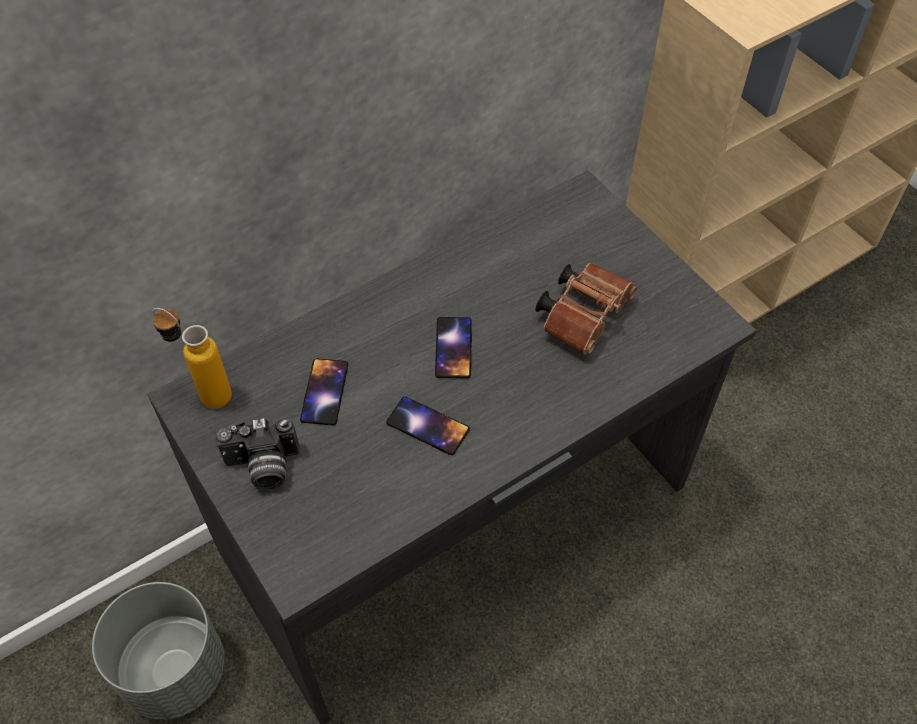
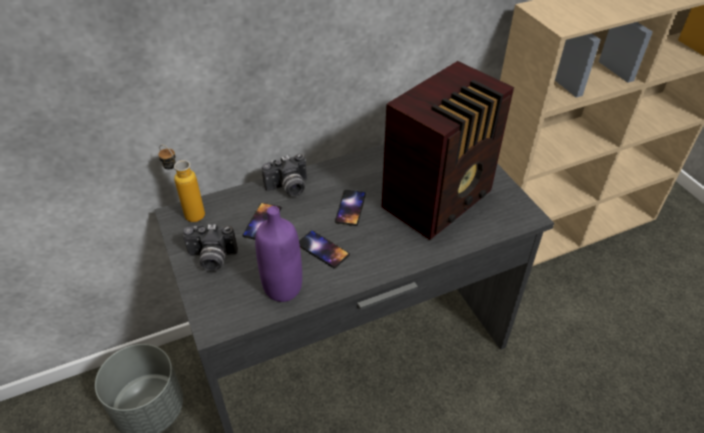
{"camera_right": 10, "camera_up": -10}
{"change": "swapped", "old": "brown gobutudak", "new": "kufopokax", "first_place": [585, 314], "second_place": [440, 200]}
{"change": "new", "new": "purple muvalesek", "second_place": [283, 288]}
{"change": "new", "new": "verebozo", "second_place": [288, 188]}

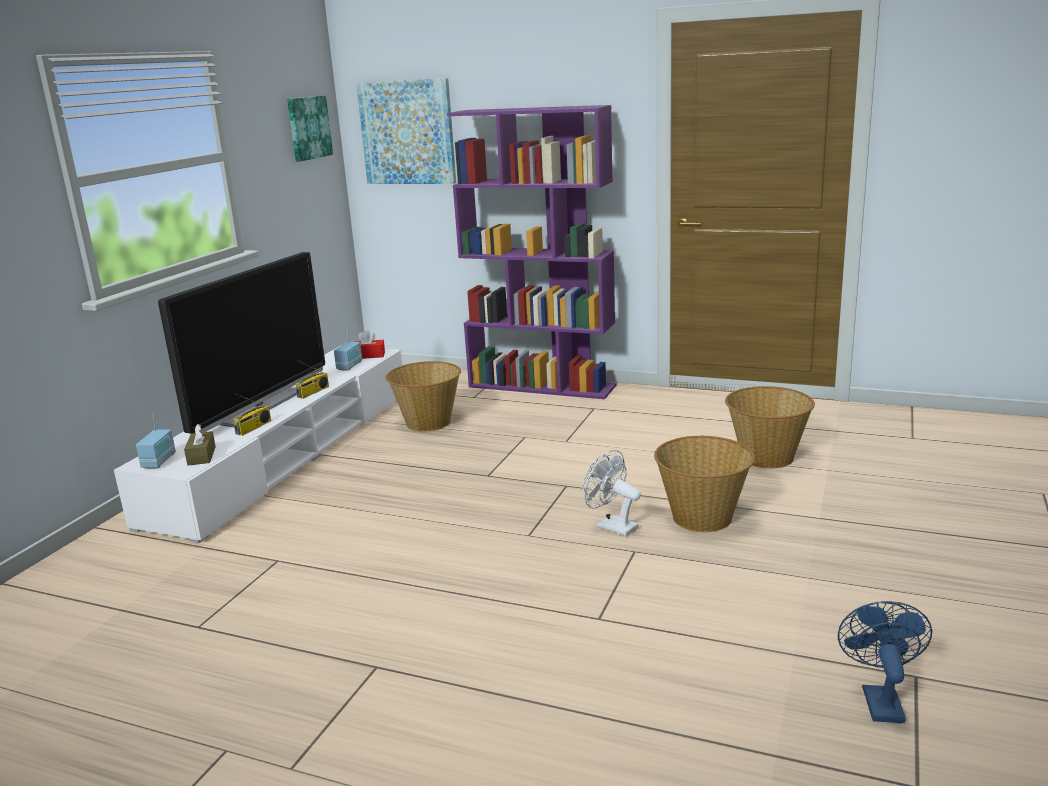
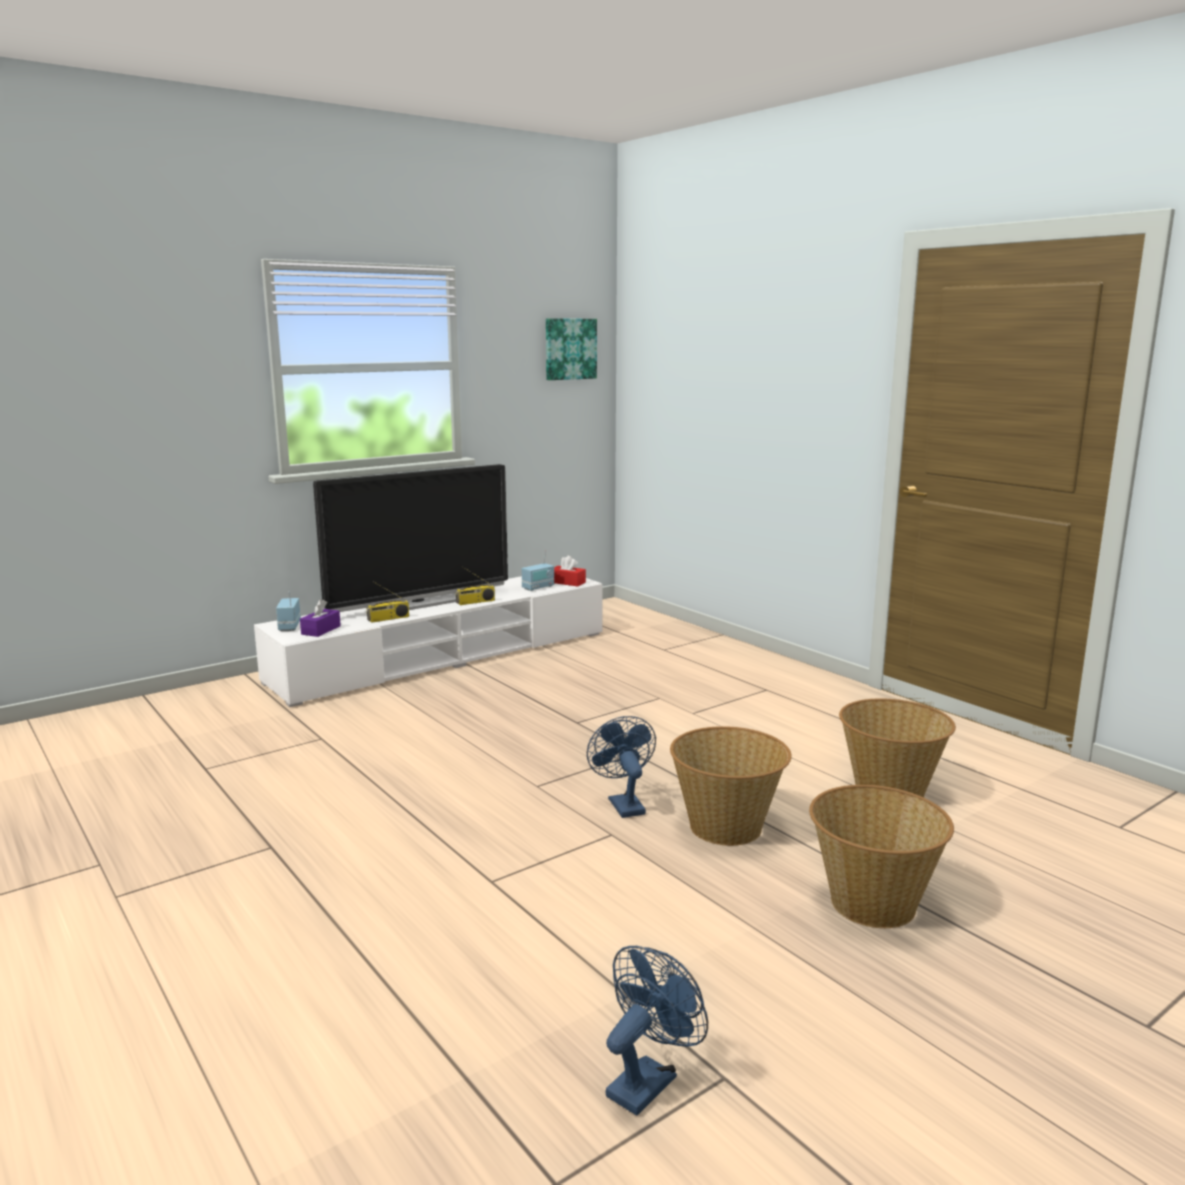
{"camera_right": 30, "camera_up": -5}
{"change": "rotated", "old": "kufopokax", "first_place": [159, 461], "second_place": [289, 626], "degrees": 135}
{"change": "repainted", "old": "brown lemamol", "new": "purple lemamol", "first_place": [201, 456], "second_place": [321, 630]}
{"change": "gone", "old": "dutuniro", "first_place": [407, 132]}
{"change": "shifted", "old": "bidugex", "first_place": [428, 422], "second_place": [872, 902]}
{"change": "gone", "old": "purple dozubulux", "first_place": [542, 386]}
{"change": "repainted", "old": "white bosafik", "new": "blue bosafik", "first_place": [611, 526], "second_place": [623, 804]}

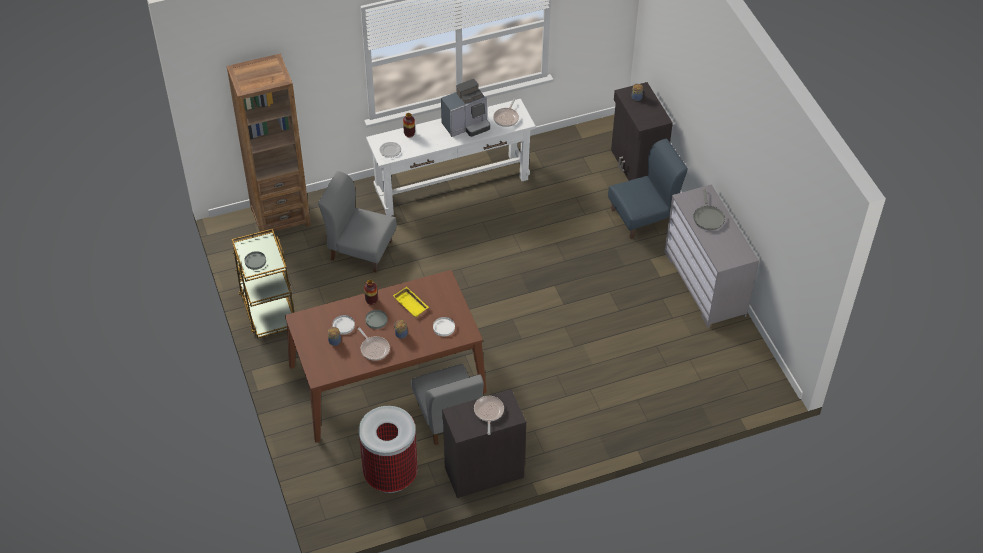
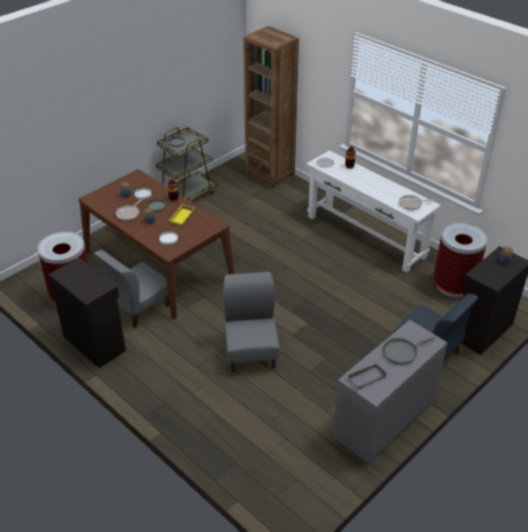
{"camera_right": 65, "camera_up": -10}
{"change": "shifted", "old": "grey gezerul", "first_place": [360, 250], "second_place": [251, 352]}
{"change": "gone", "old": "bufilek", "first_place": [466, 125]}
{"change": "gone", "old": "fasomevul", "first_place": [488, 412]}
{"change": "new", "new": "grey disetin", "second_place": [366, 377]}
{"change": "new", "new": "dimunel", "second_place": [453, 286]}

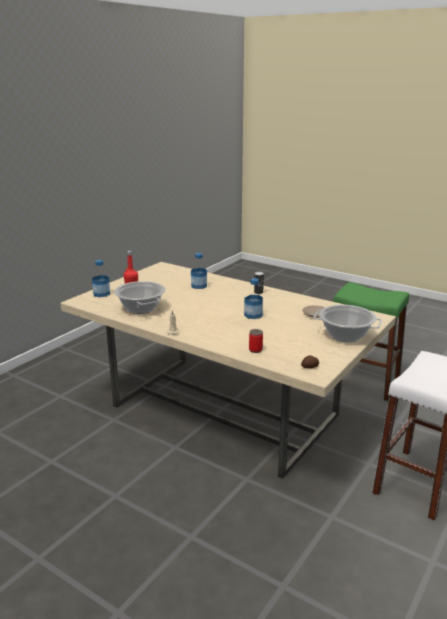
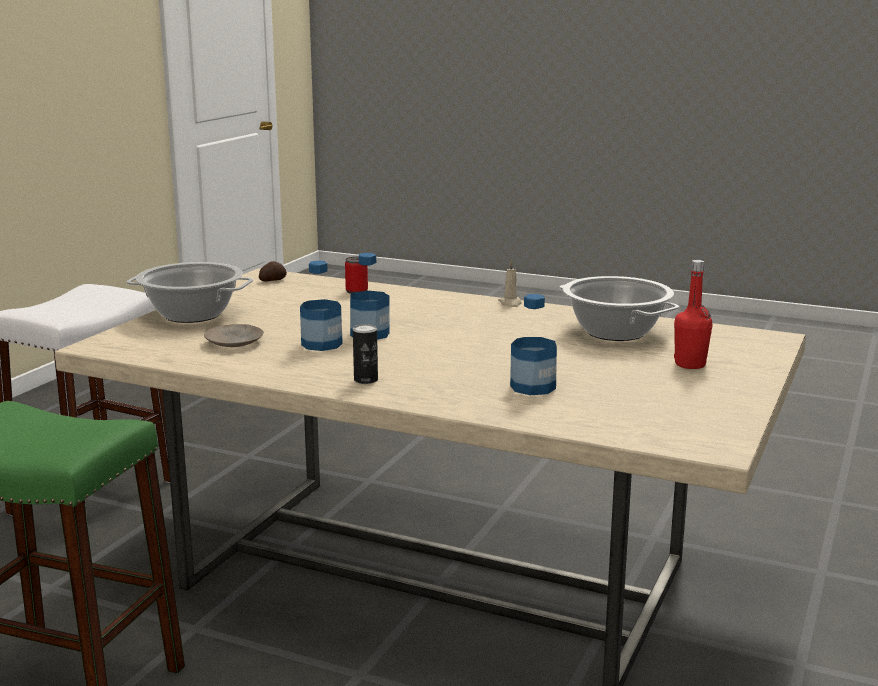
{"camera_right": 170, "camera_up": -5}
{"change": "shifted", "old": "muvalesek", "first_place": [101, 294], "second_place": [321, 344]}

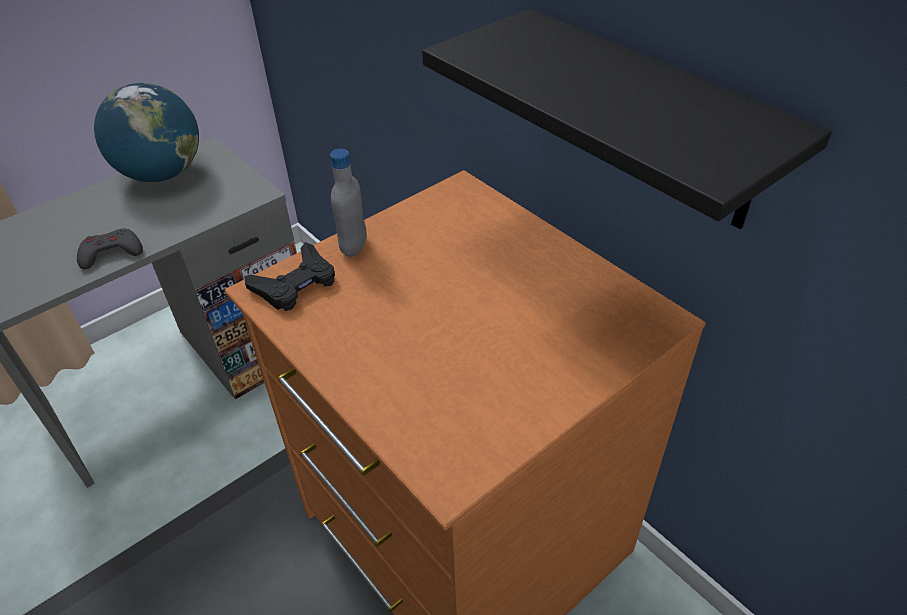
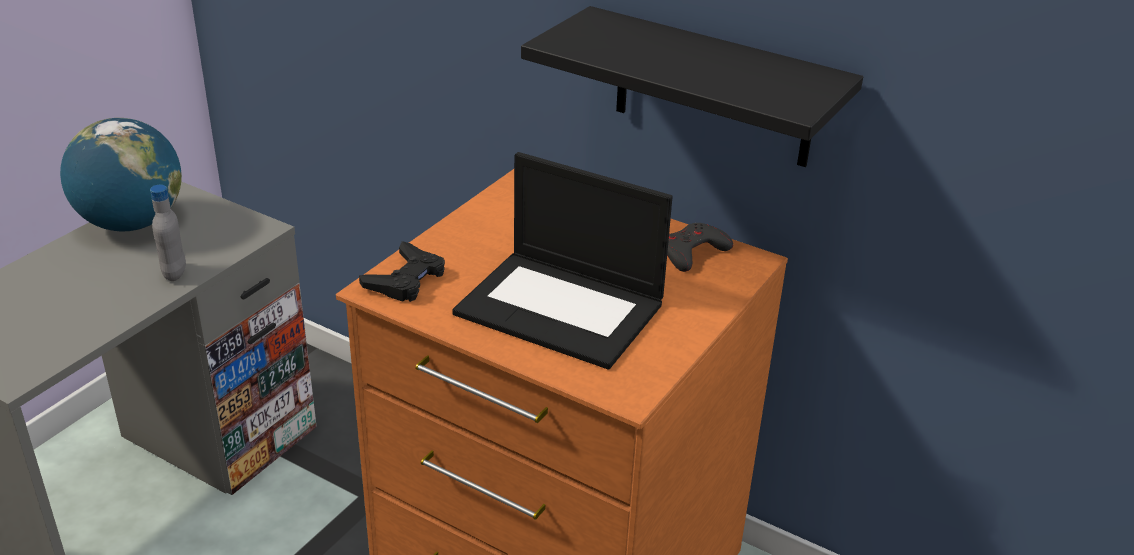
{"camera_right": -20, "camera_up": -10}
{"change": "shifted", "old": "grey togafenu", "first_place": [111, 253], "second_place": [692, 252]}
{"change": "shifted", "old": "grey muvalesek", "first_place": [354, 246], "second_place": [174, 273]}
{"change": "new", "new": "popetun", "second_place": [562, 308]}

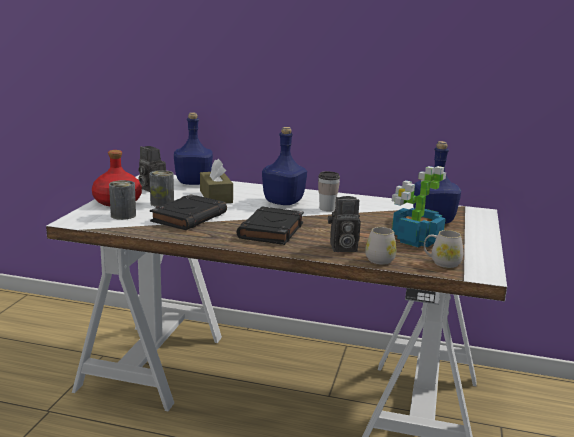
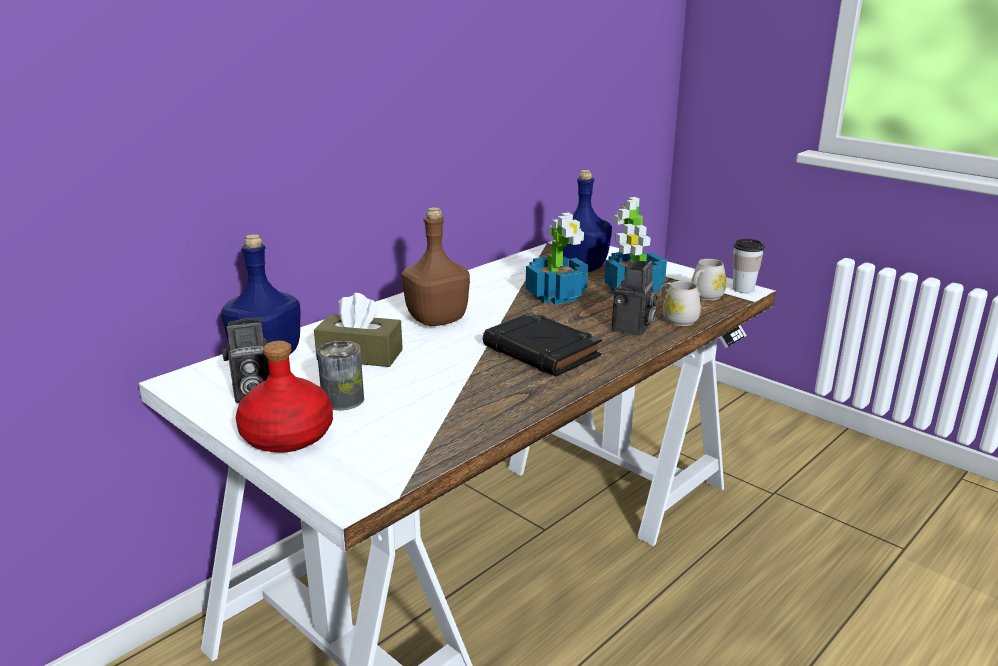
{"camera_right": -60, "camera_up": 5}
{"change": "gone", "old": "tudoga", "first_place": [123, 215]}
{"change": "gone", "old": "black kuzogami", "first_place": [189, 217]}
{"change": "repainted", "old": "blue muvalesek", "new": "brown muvalesek", "first_place": [283, 202], "second_place": [437, 320]}
{"change": "shifted", "old": "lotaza", "first_place": [327, 208], "second_place": [743, 289]}
{"change": "new", "new": "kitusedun", "second_place": [556, 295]}

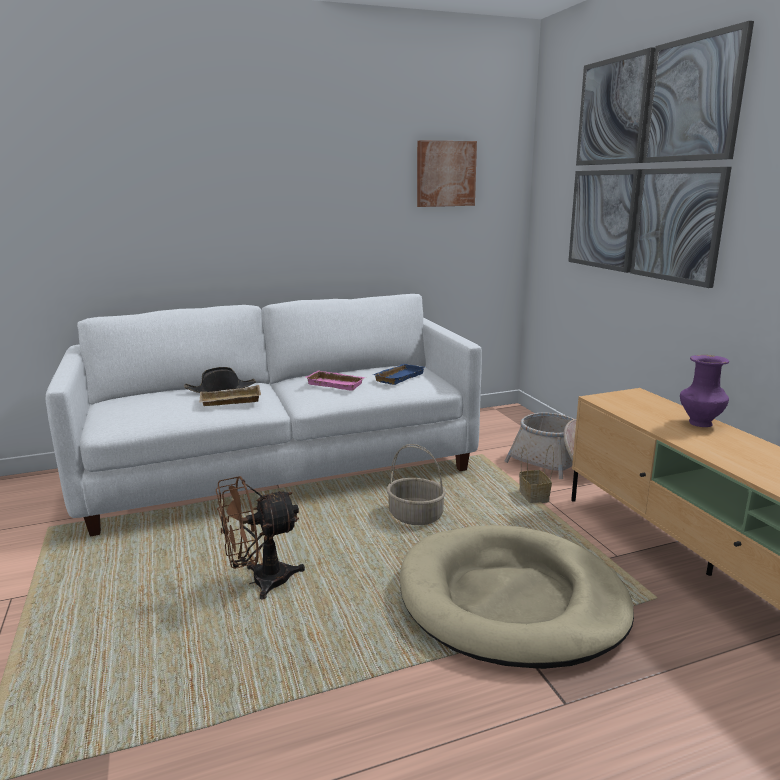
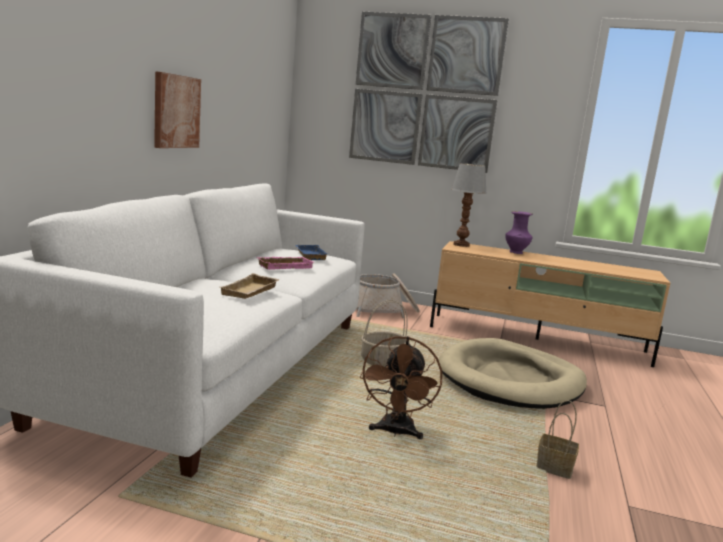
{"camera_right": -55, "camera_up": -5}
{"change": "gone", "old": "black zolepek", "first_place": [221, 388]}
{"change": "shifted", "old": "dutuniro", "first_place": [445, 174], "second_place": [176, 111]}
{"change": "shifted", "old": "bidugex", "first_place": [535, 497], "second_place": [556, 467]}
{"change": "new", "new": "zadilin", "second_place": [462, 245]}

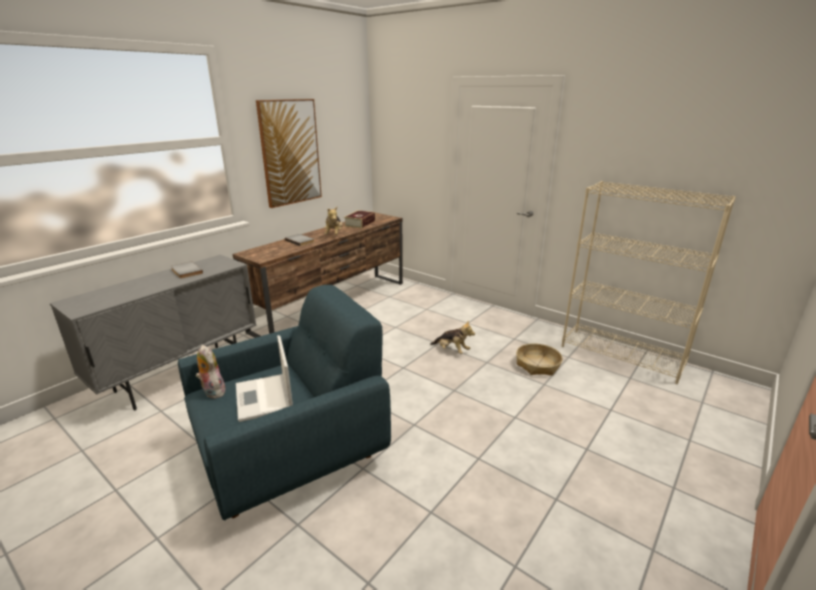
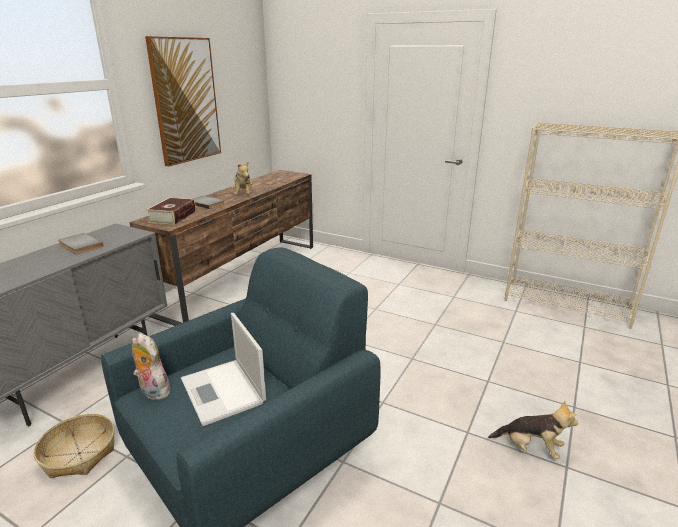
{"camera_right": -10, "camera_up": 0}
{"change": "shifted", "old": "kuzogami", "first_place": [360, 223], "second_place": [173, 217]}
{"change": "shifted", "old": "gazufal", "first_place": [452, 350], "second_place": [530, 448]}
{"change": "shifted", "old": "bidugex", "first_place": [537, 365], "second_place": [79, 453]}

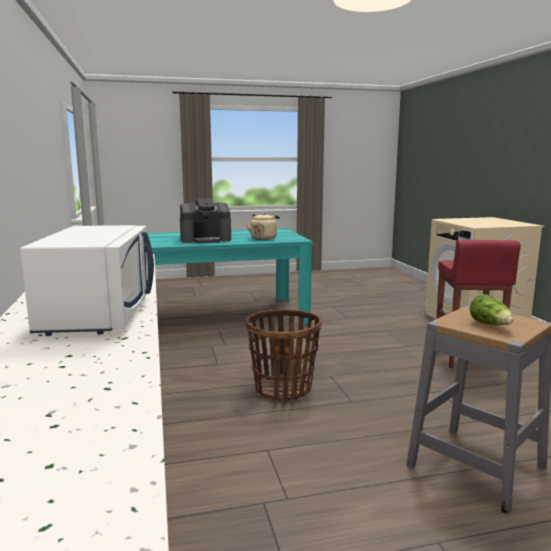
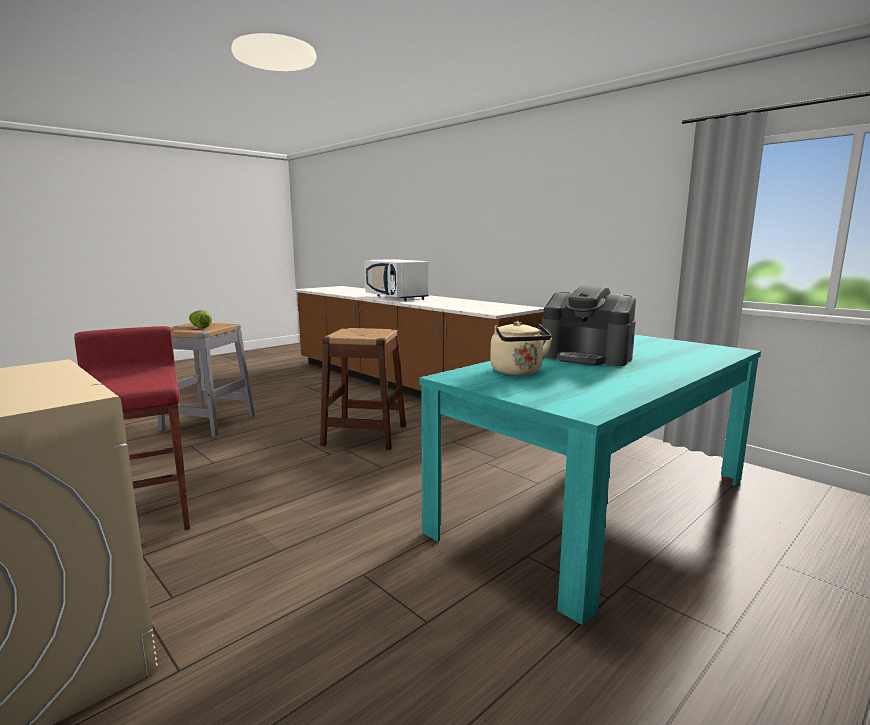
{"camera_right": 150, "camera_up": 0}
{"change": "rotated", "old": "bufilek", "first_place": [206, 239], "second_place": [586, 357], "degrees": -105}
{"change": "swapped", "old": "bidugex", "new": "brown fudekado", "first_place": [283, 389], "second_place": [365, 435]}

